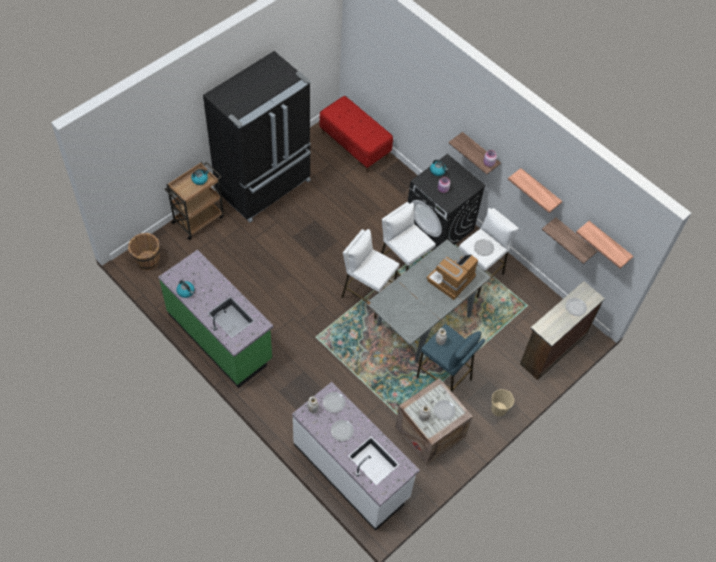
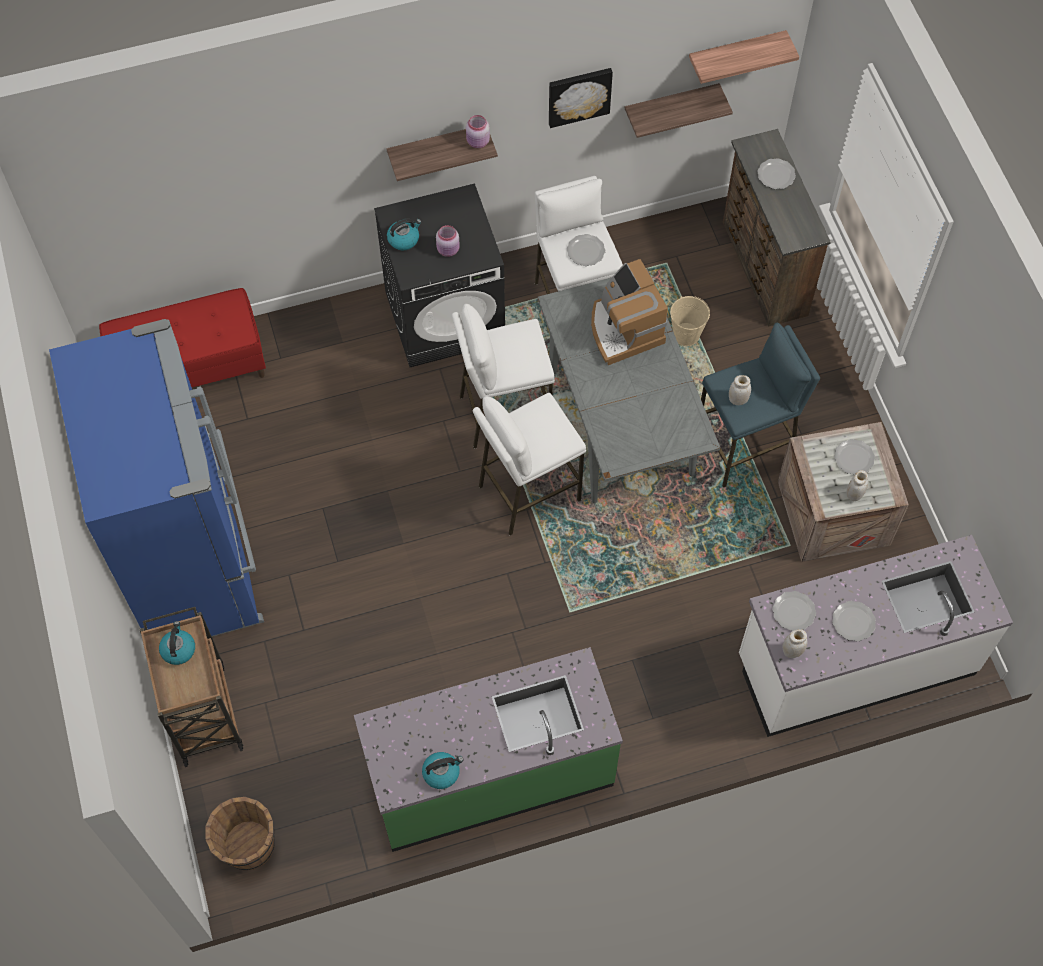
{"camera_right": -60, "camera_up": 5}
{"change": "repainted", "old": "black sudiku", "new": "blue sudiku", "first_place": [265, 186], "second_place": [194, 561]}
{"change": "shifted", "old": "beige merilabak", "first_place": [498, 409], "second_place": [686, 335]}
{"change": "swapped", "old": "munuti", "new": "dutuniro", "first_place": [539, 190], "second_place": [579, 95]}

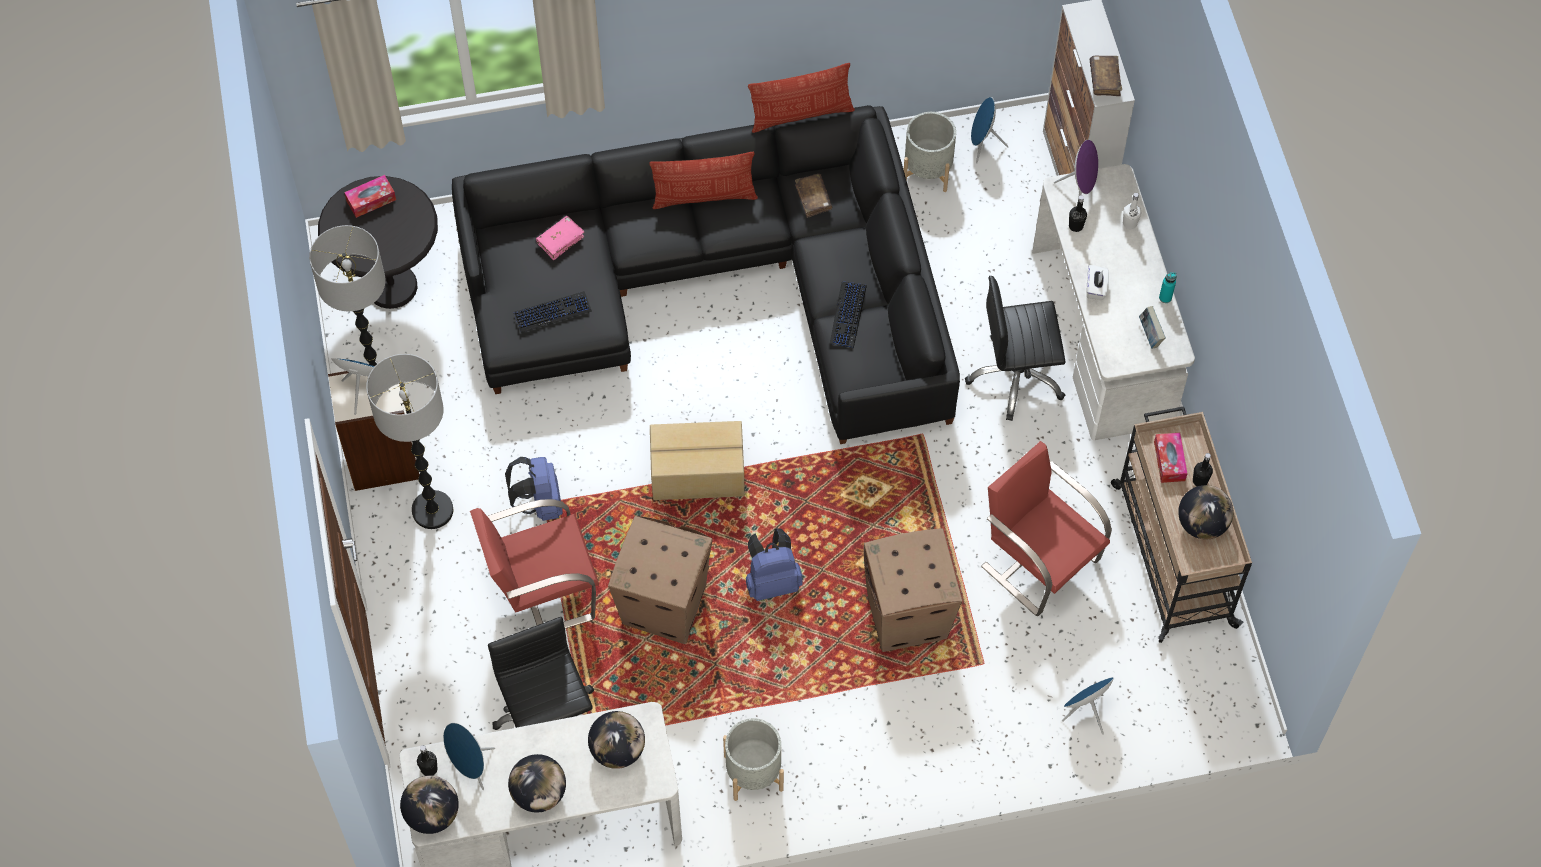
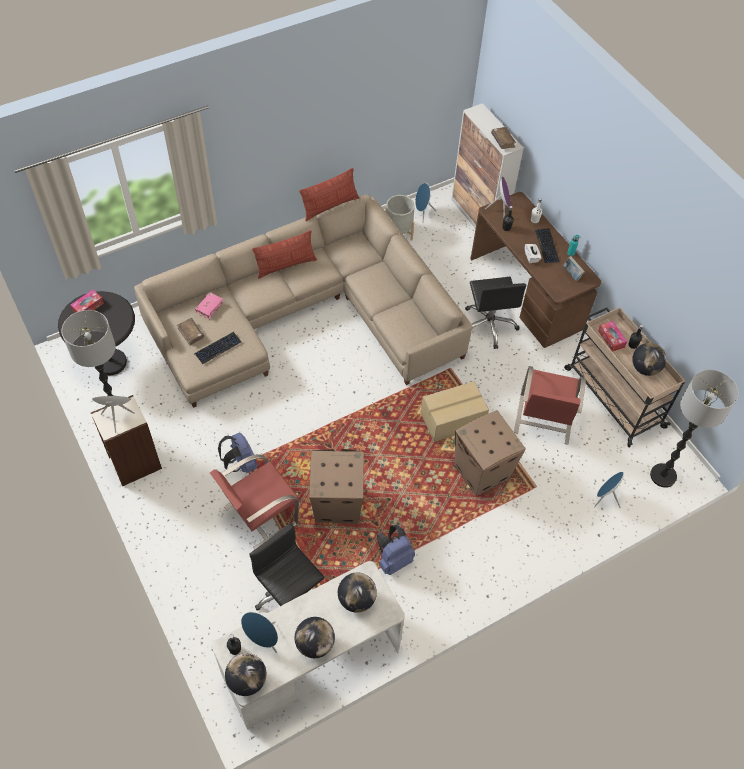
{"camera_right": -20, "camera_up": -5}
{"change": "shifted", "old": "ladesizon", "first_place": [432, 511], "second_place": [663, 476]}
{"change": "repainted", "old": "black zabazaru", "new": "beige zabazaru", "first_place": [718, 284], "second_place": [304, 316]}
{"change": "shifted", "old": "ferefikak", "first_place": [698, 473], "second_place": [453, 420]}
{"change": "gone", "old": "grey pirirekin", "first_place": [753, 773]}
{"change": "shifted", "old": "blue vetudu", "first_place": [772, 582], "second_place": [393, 559]}
{"change": "shifted", "old": "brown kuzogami", "first_place": [813, 198], "second_place": [191, 333]}
{"change": "shifted", "old": "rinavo", "first_place": [848, 315], "second_place": [547, 246]}
{"change": "rotated", "old": "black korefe", "first_place": [1016, 377], "second_place": [489, 325], "degrees": -75}
{"change": "rotated", "old": "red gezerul", "first_place": [1039, 561], "second_place": [543, 420], "degrees": -105}
{"change": "repainted", "old": "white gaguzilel", "new": "brown gaguzilel", "first_place": [1103, 335], "second_place": [526, 292]}

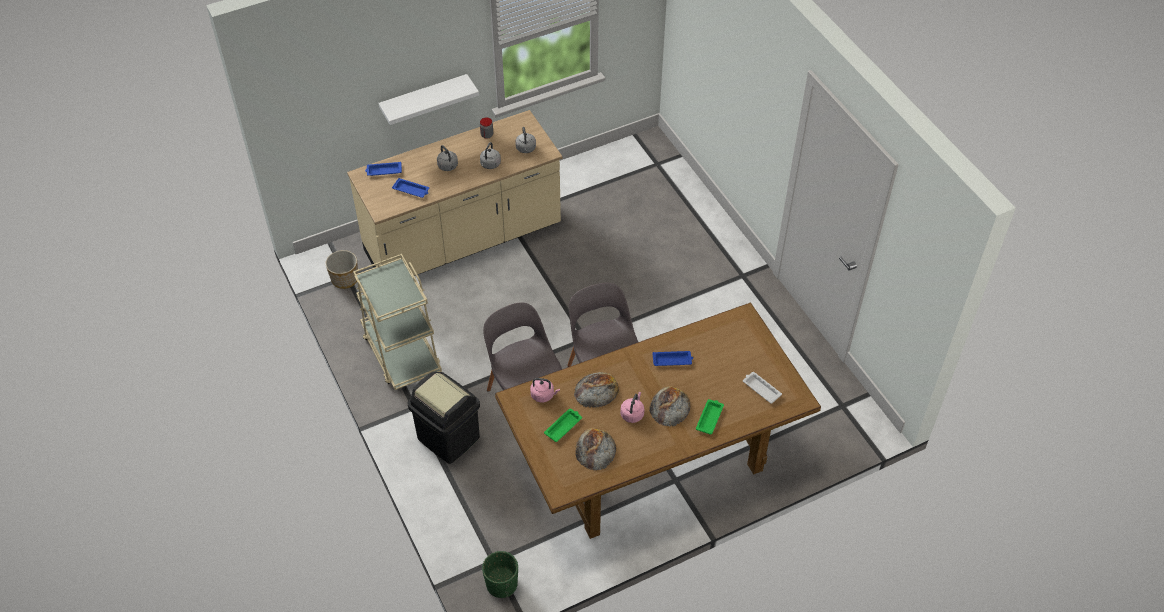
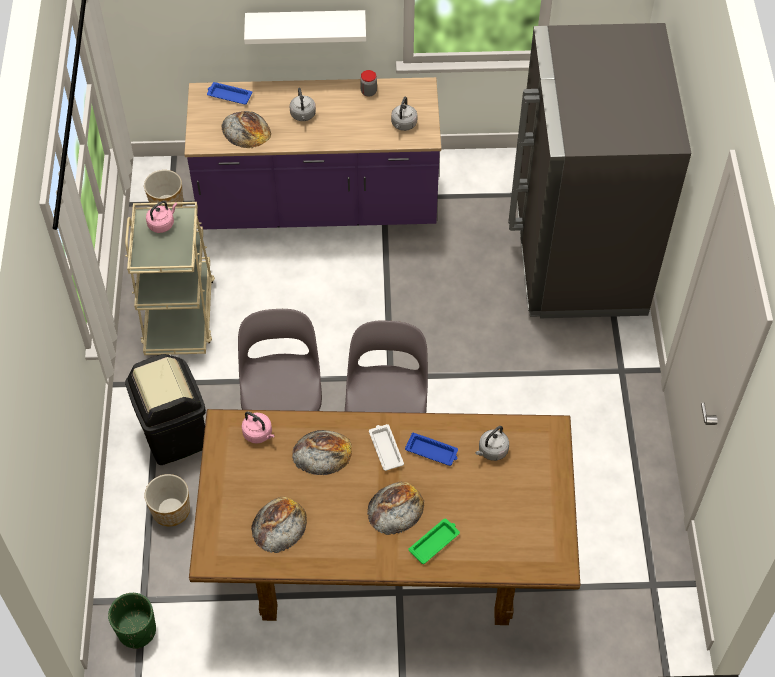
{"camera_right": 25, "camera_up": 5}
{"change": "repainted", "old": "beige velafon", "new": "purple velafon", "first_place": [463, 241], "second_place": [318, 206]}
{"change": "swapped", "old": "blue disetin", "new": "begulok", "first_place": [411, 190], "second_place": [246, 130]}
{"change": "shifted", "old": "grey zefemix", "first_place": [490, 165], "second_place": [491, 451]}
{"change": "gone", "old": "green disetin", "first_place": [563, 426]}
{"change": "shifted", "old": "pink zefemix", "first_place": [632, 414], "second_place": [162, 224]}
{"change": "shifted", "old": "white disetin", "first_place": [761, 389], "second_place": [385, 448]}
{"change": "new", "new": "pirirekin", "second_place": [170, 510]}
{"change": "new", "new": "grey sudiku", "second_place": [578, 254]}

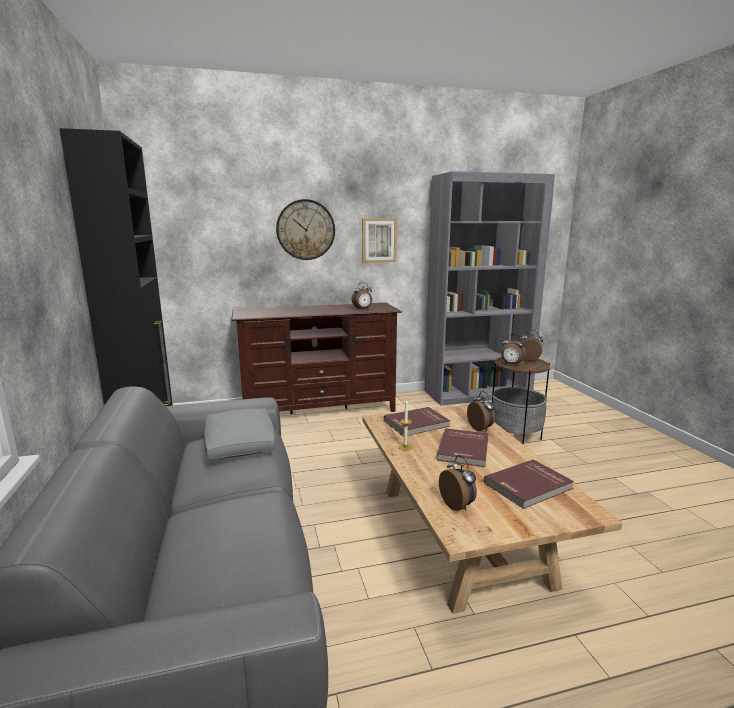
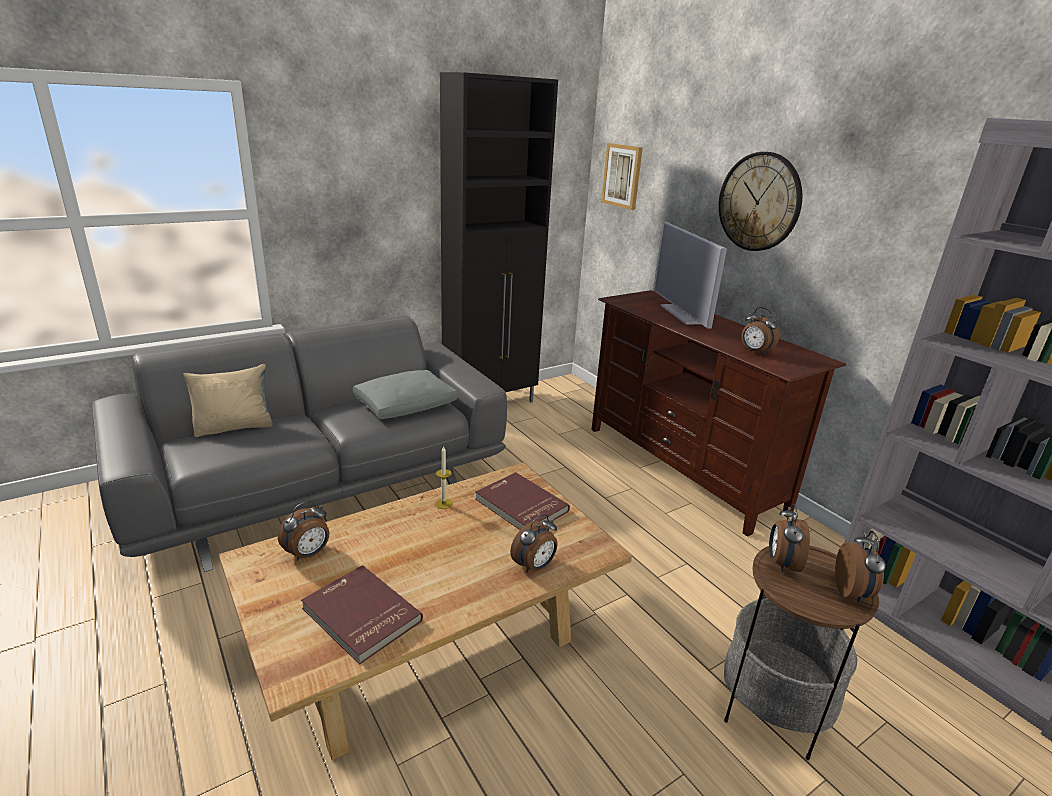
{"camera_right": 70, "camera_up": 10}
{"change": "shifted", "old": "dutuniro", "first_place": [379, 240], "second_place": [622, 176]}
{"change": "gone", "old": "red kuzogami", "first_place": [464, 449]}
{"change": "new", "new": "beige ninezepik", "second_place": [235, 427]}
{"change": "new", "new": "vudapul", "second_place": [682, 314]}

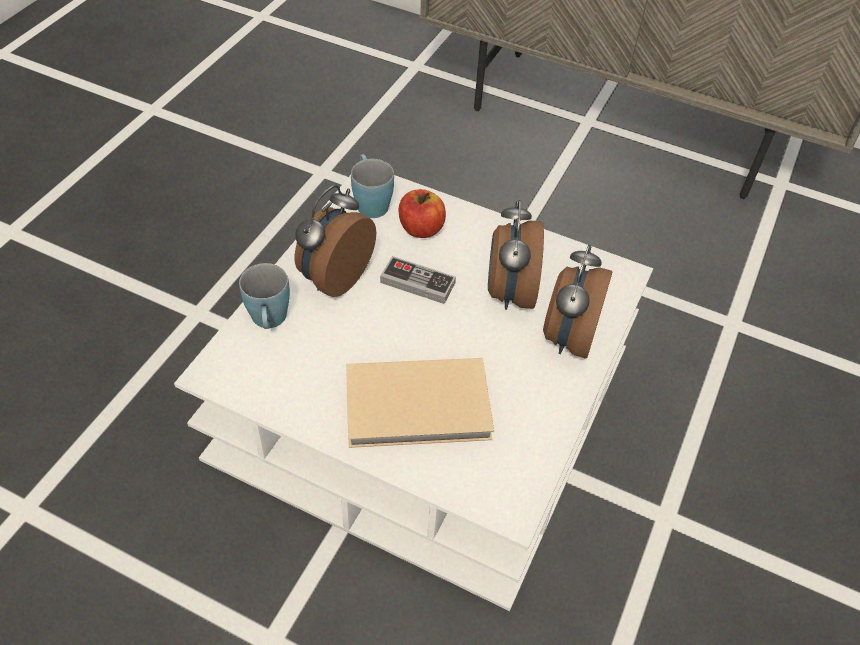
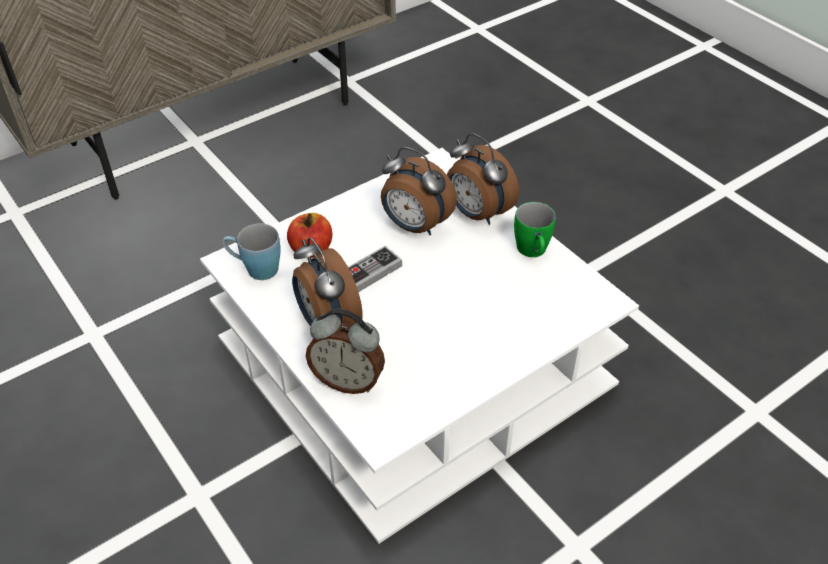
{"camera_right": -60, "camera_up": -5}
{"change": "swapped", "old": "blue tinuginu", "new": "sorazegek", "first_place": [269, 322], "second_place": [348, 381]}
{"change": "gone", "old": "beige kuzogami", "first_place": [419, 407]}
{"change": "new", "new": "green tinuginu", "second_place": [533, 252]}

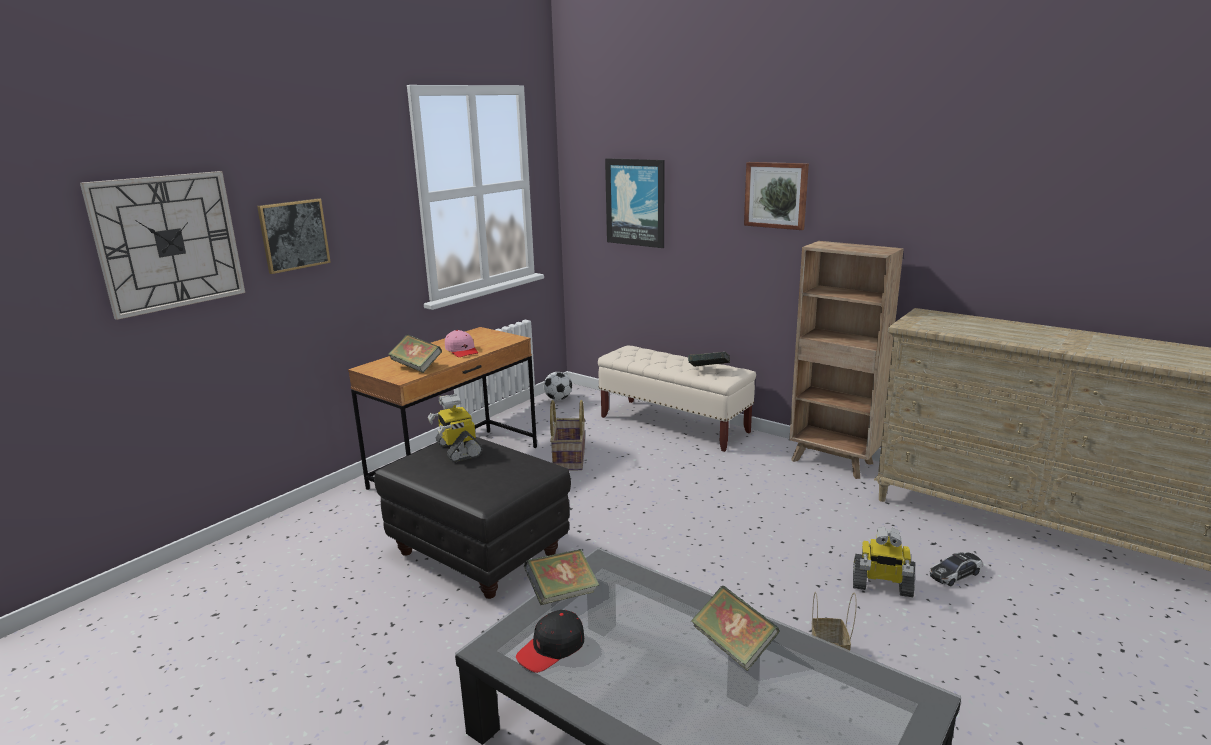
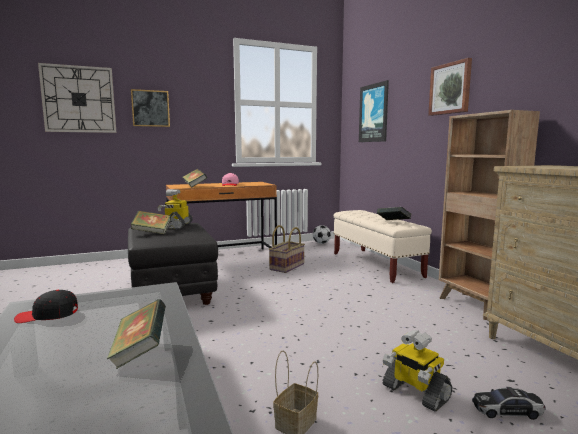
{"camera_right": 30, "camera_up": -10}
{"change": "shifted", "old": "kuzogami", "first_place": [562, 594], "second_place": [152, 233]}

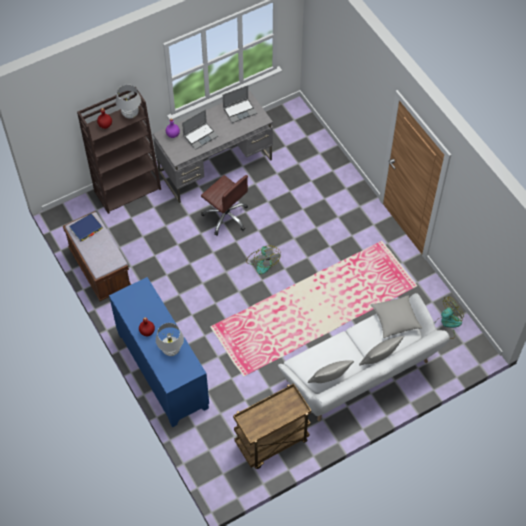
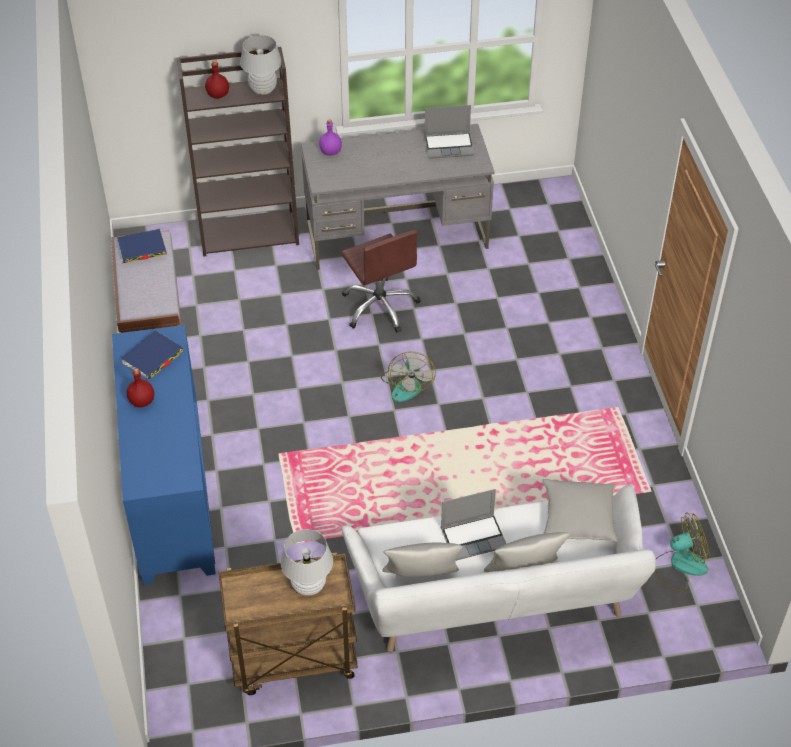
{"camera_right": 20, "camera_up": -10}
{"change": "shifted", "old": "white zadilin", "first_place": [171, 350], "second_place": [308, 586]}
{"change": "shifted", "old": "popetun", "first_place": [200, 136], "second_place": [474, 537]}
{"change": "new", "new": "blue kuzogami", "second_place": [152, 357]}

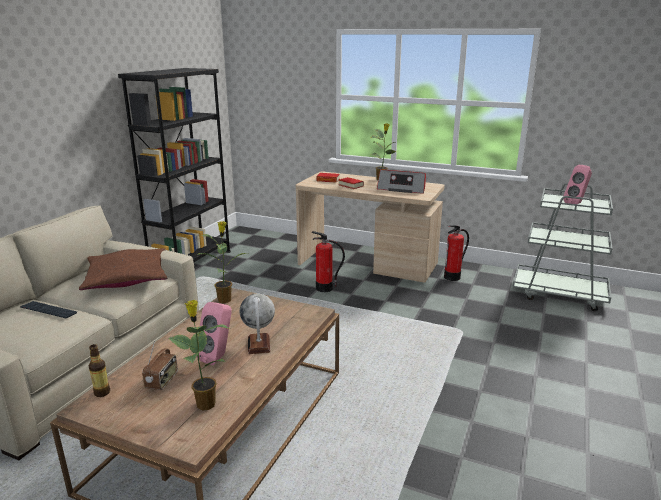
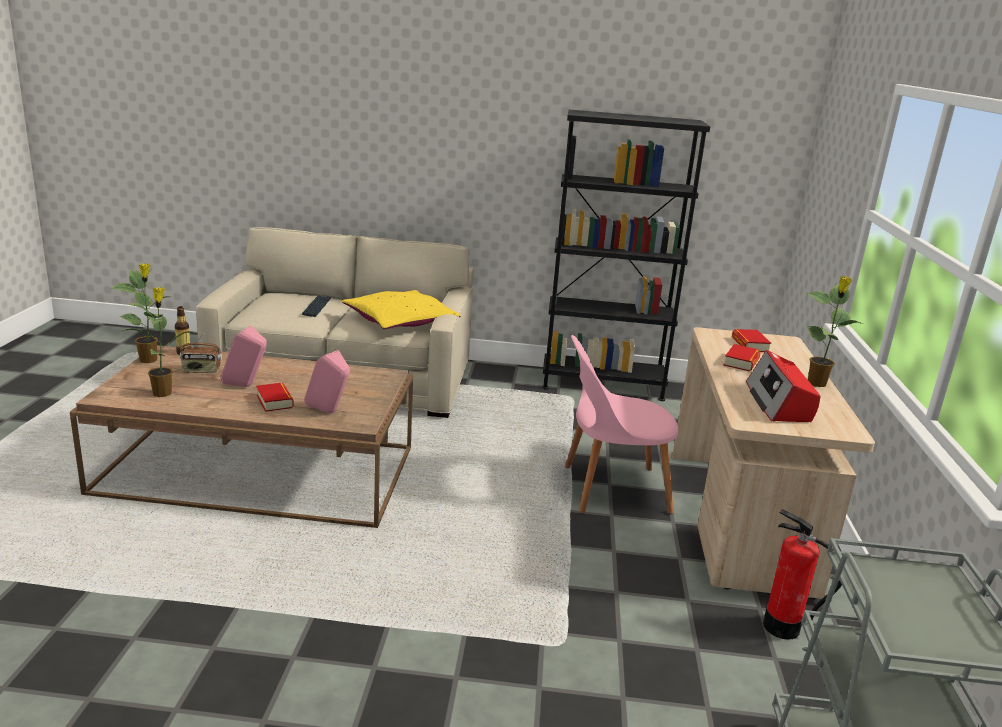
{"camera_right": 70, "camera_up": 0}
{"change": "repainted", "old": "brown ninezepik", "new": "yellow ninezepik", "first_place": [127, 278], "second_place": [400, 321]}
{"change": "shifted", "old": "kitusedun", "first_place": [225, 299], "second_place": [149, 360]}
{"change": "swapped", "old": "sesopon", "new": "kuzogami", "first_place": [259, 344], "second_place": [274, 401]}
{"change": "swapped", "old": "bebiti", "new": "pink gezerul", "first_place": [324, 288], "second_place": [610, 489]}
{"change": "shifted", "old": "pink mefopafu", "first_place": [576, 204], "second_place": [329, 413]}

